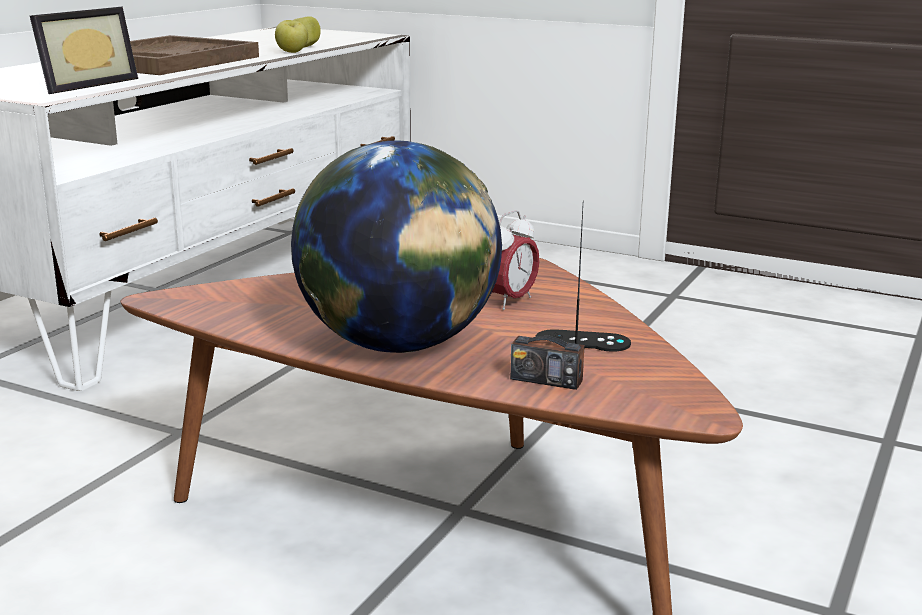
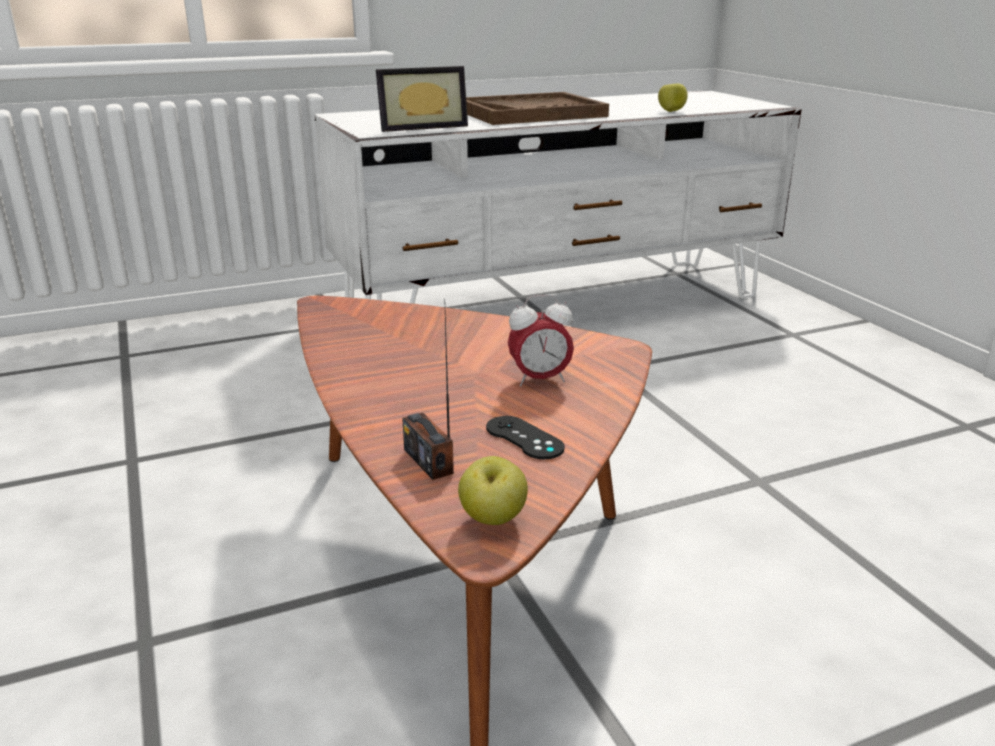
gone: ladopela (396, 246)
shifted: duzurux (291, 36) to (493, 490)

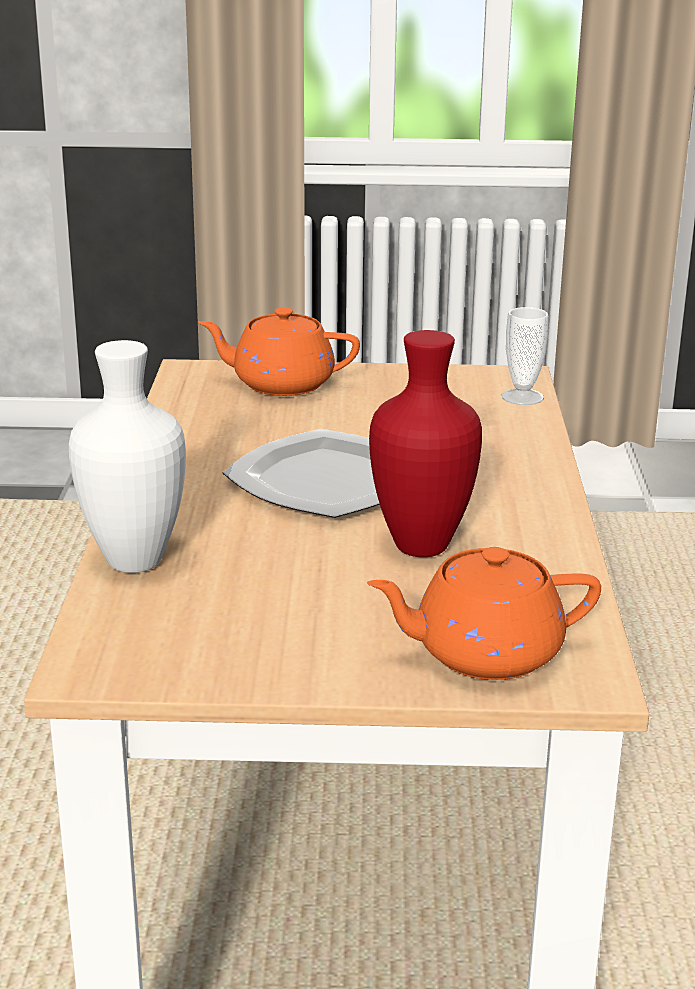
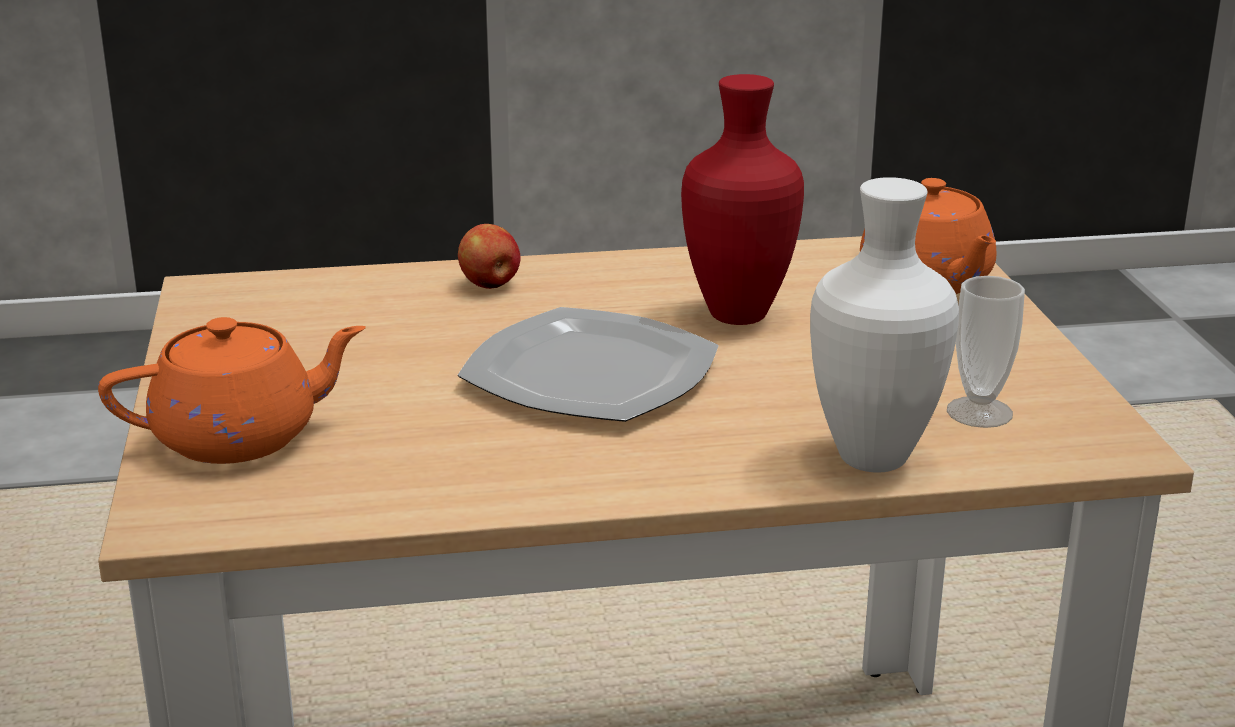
new: duzurux (489, 256)
shifted: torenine (525, 356) to (986, 352)
rotated: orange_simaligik (279, 351) = (232, 390) 105 degrees counterclockwise

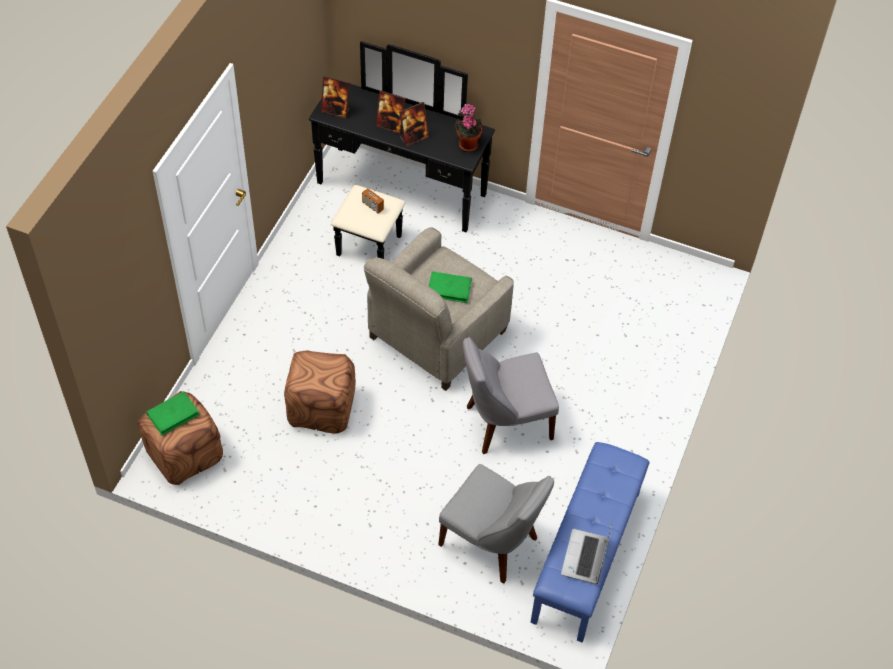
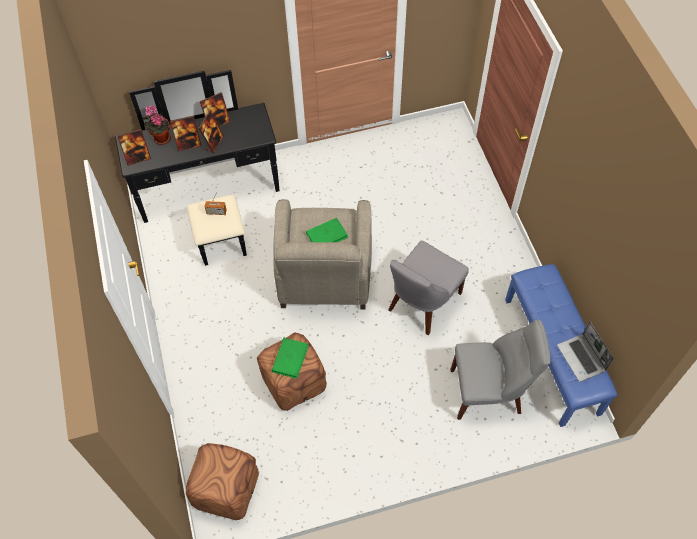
new: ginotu (215, 109)
shifted: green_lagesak (173, 413) to (290, 358); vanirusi (468, 127) to (156, 125)

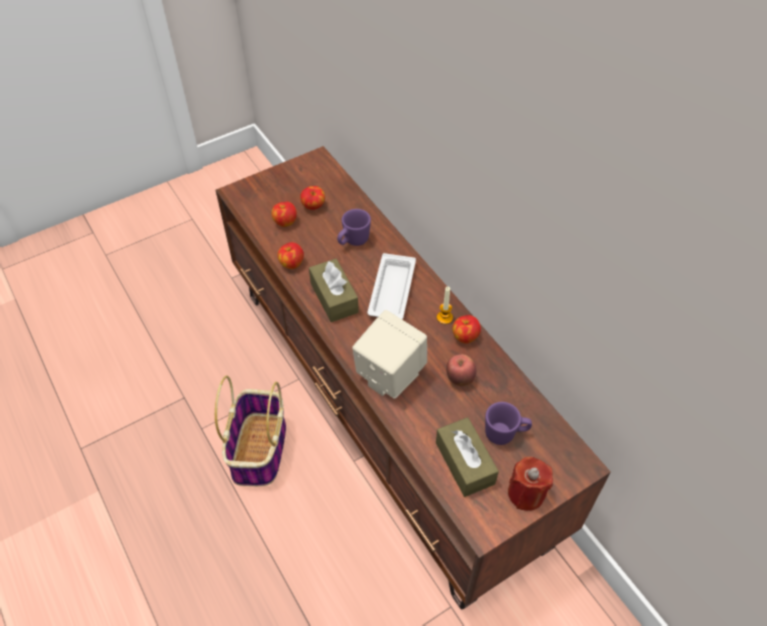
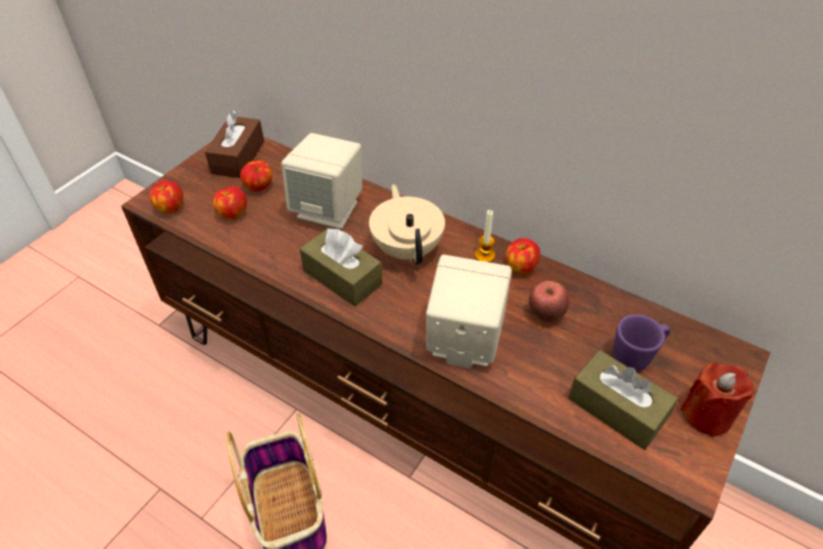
new: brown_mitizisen (234, 144)
shifted: duzurux (290, 255) to (166, 197)
swapped: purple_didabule (354, 227) to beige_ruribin (321, 181); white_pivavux (392, 286) to beige_simaligik (407, 224)

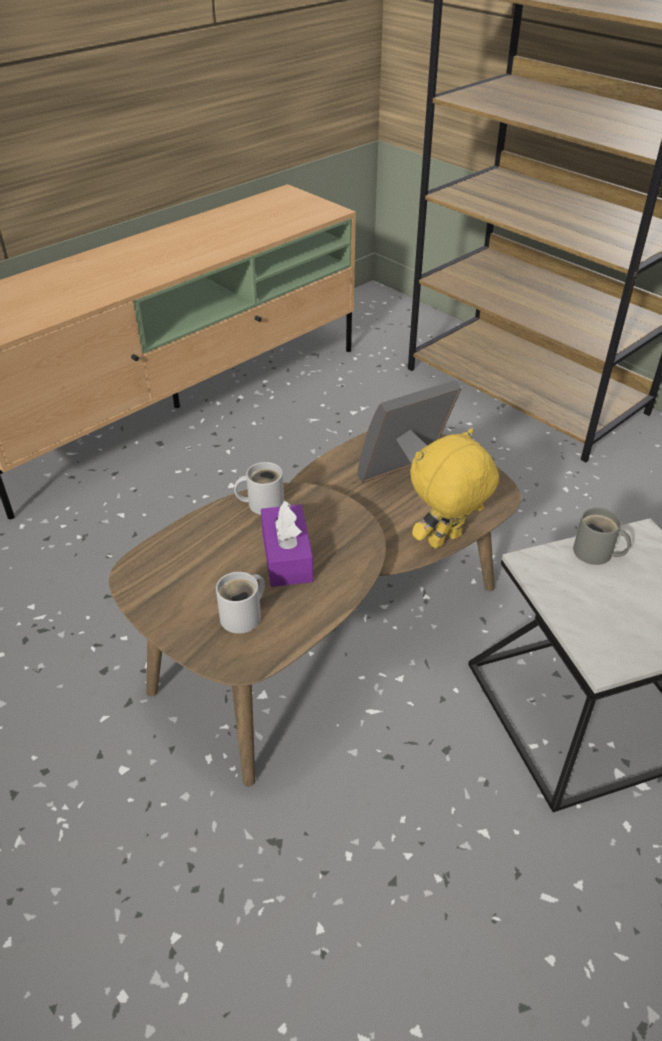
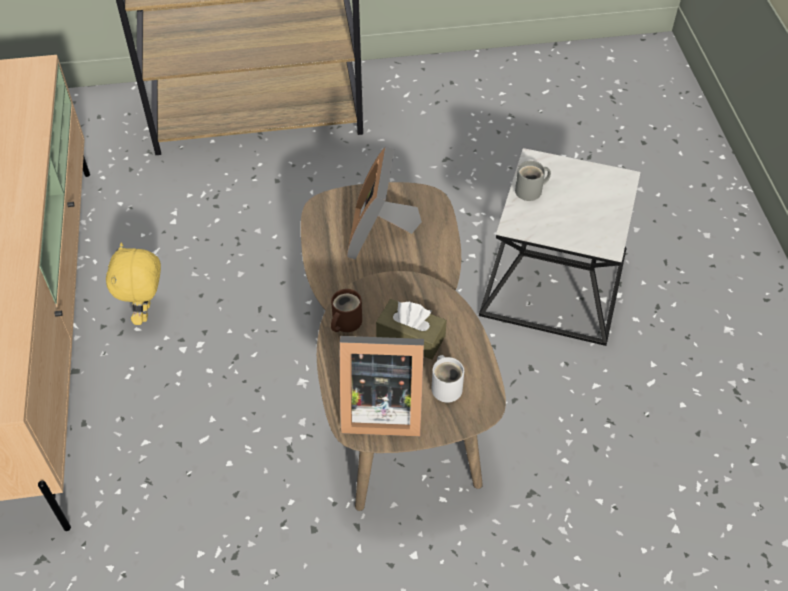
new: ginotu (382, 386)
shifted: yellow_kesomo (454, 488) to (133, 283)
repainted: white_didabule (259, 488) to brown_didabule (346, 310); purple_mitizisen (287, 543) to brown_mitizisen (411, 329)

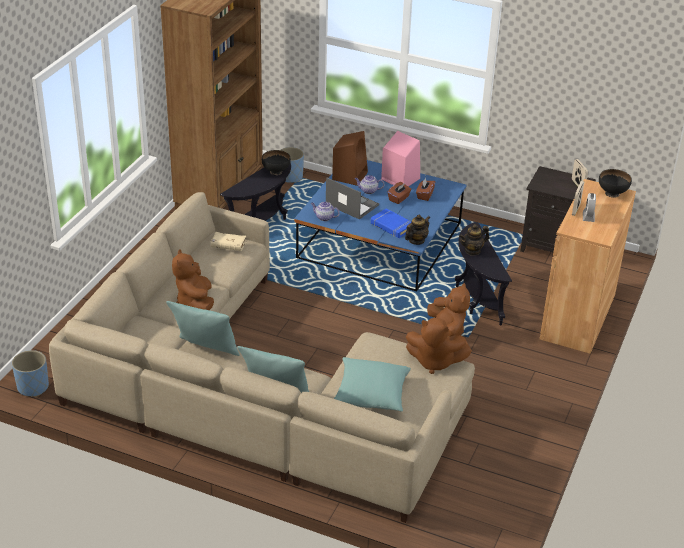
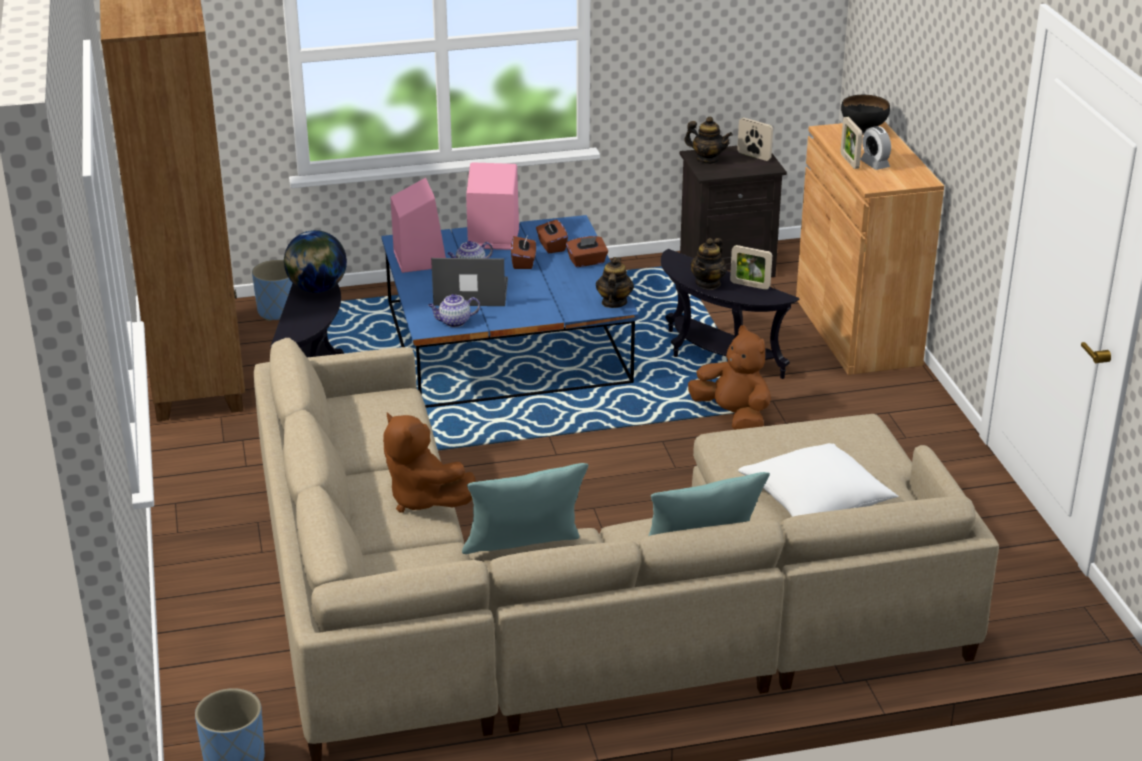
gone: beige_lagesak (228, 241); blue_lagesak (391, 223); brown_kesomo (439, 346)
new: brown_mitizisen (587, 251); simaligik (708, 140); ginotu (751, 267)
swapped: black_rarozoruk (276, 162) to ladopela (315, 261)
repainted: brown_ruribin (350, 158) to pink_ruribin (418, 225); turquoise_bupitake (372, 384) to white_bupitake (818, 480)

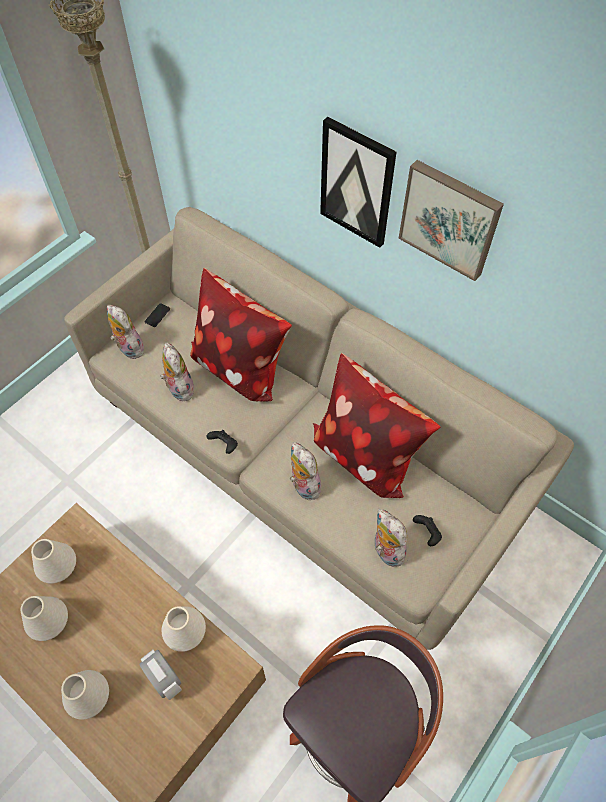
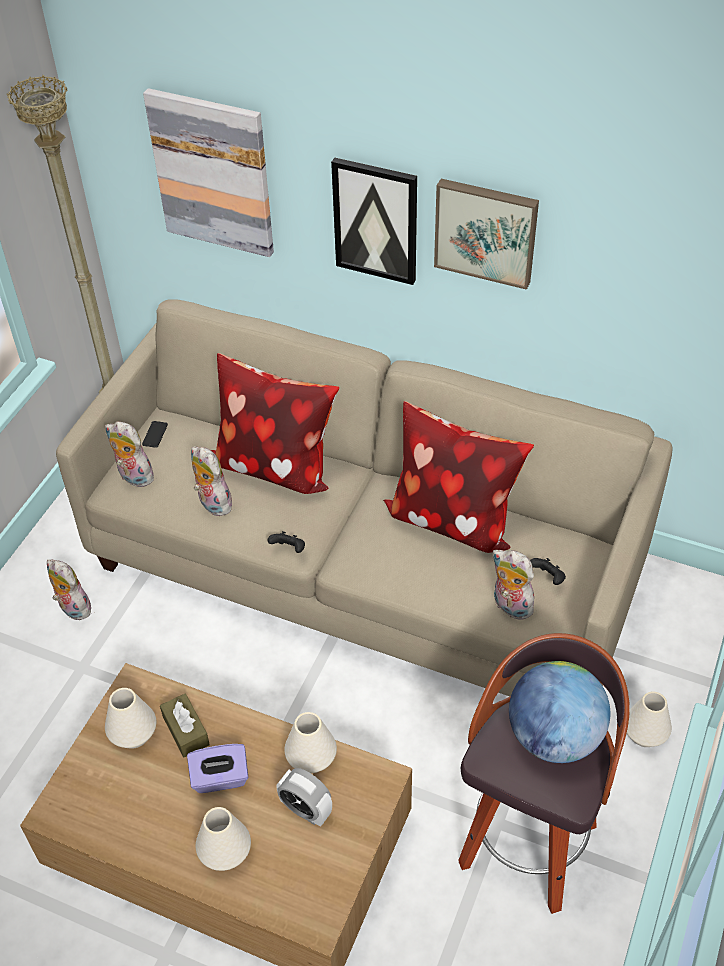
new: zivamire (208, 172); brown_mitizisen (185, 725); purple_mitizisen (217, 768); ladopela (559, 712)
shifted: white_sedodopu (44, 618) to (649, 719); kesomo (305, 471) to (69, 589)

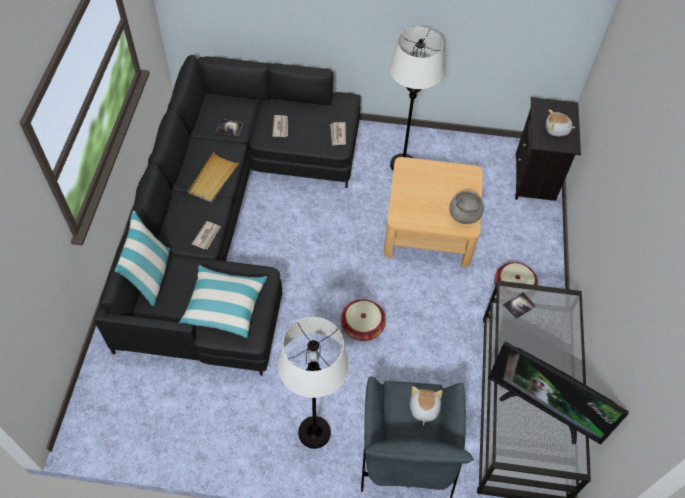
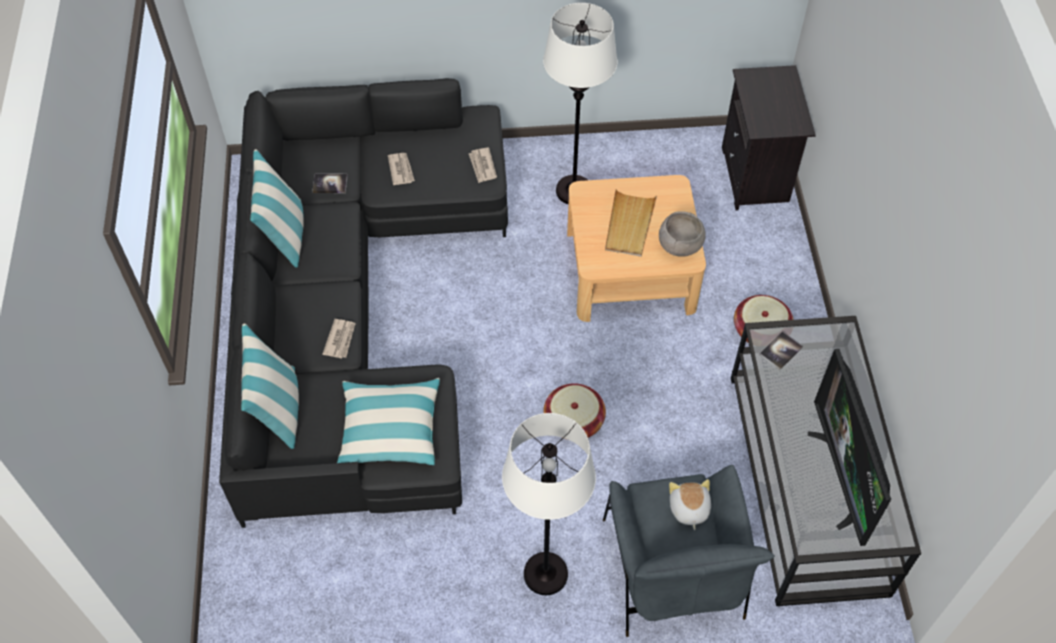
gone: kesomo (560, 122)
new: bupitake (276, 208)
shifted: beige_pivavux (214, 177) to (631, 223)
rotated: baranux (558, 393) = (849, 447) 60 degrees clockwise

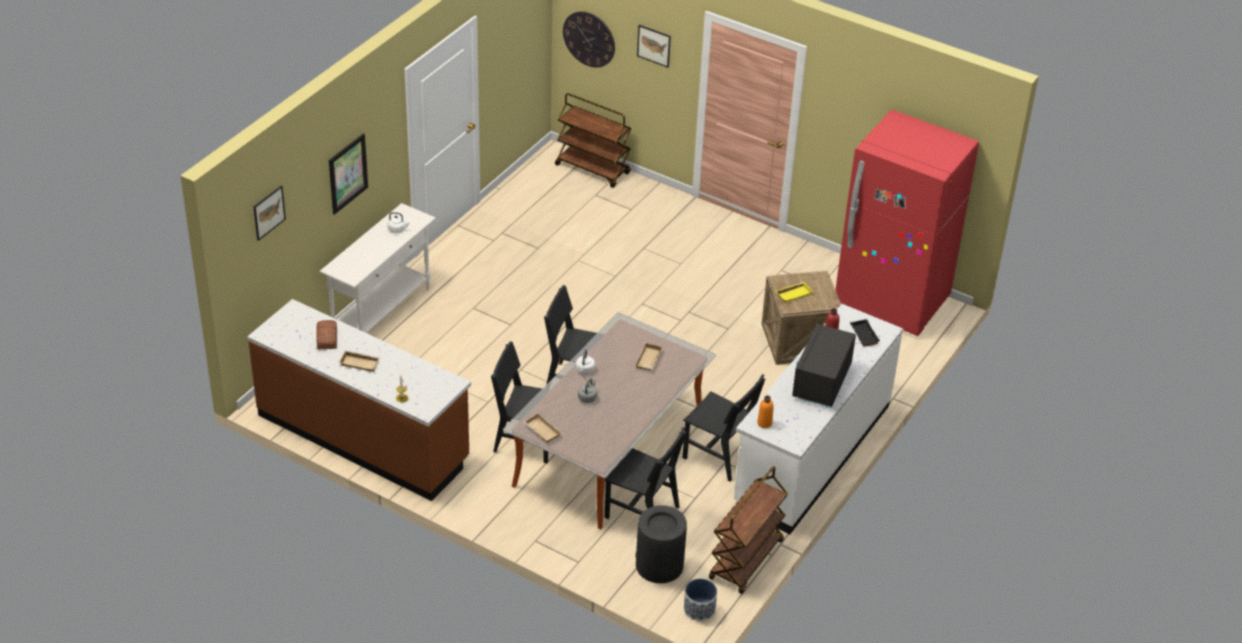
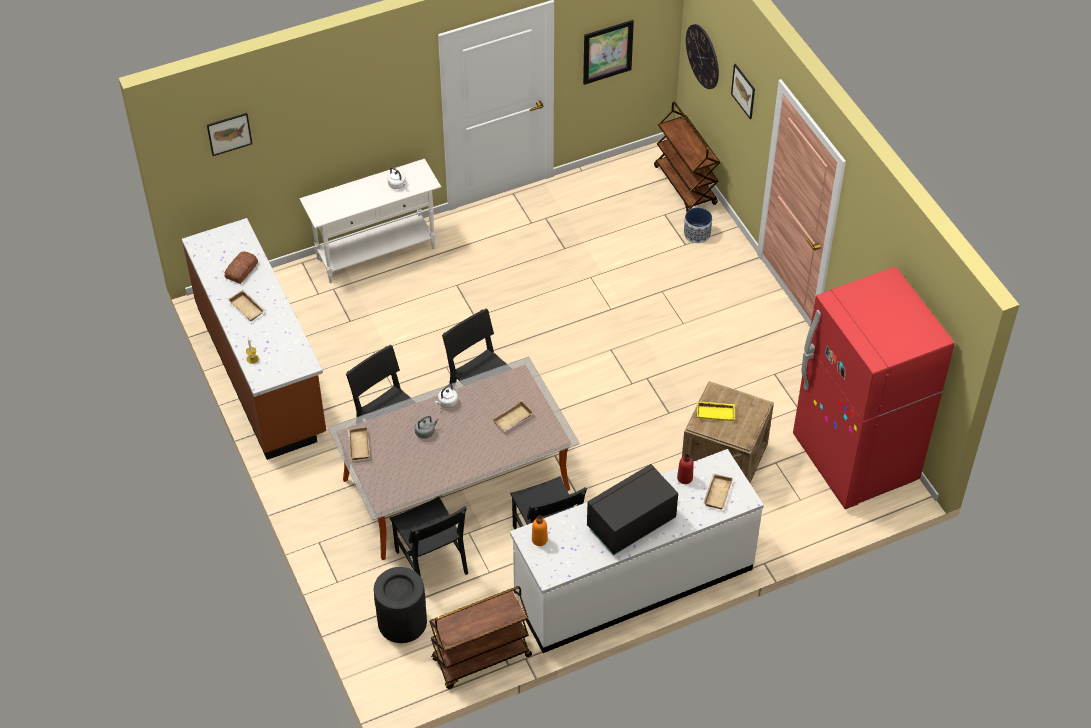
shifted: zivamire (348, 174) to (608, 52); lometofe (700, 600) to (698, 225)
repainted: black_pivavux (865, 333) to beige_pivavux (718, 491)

